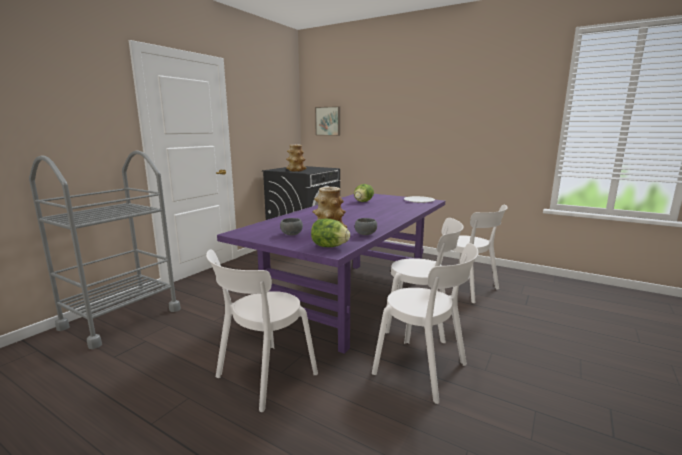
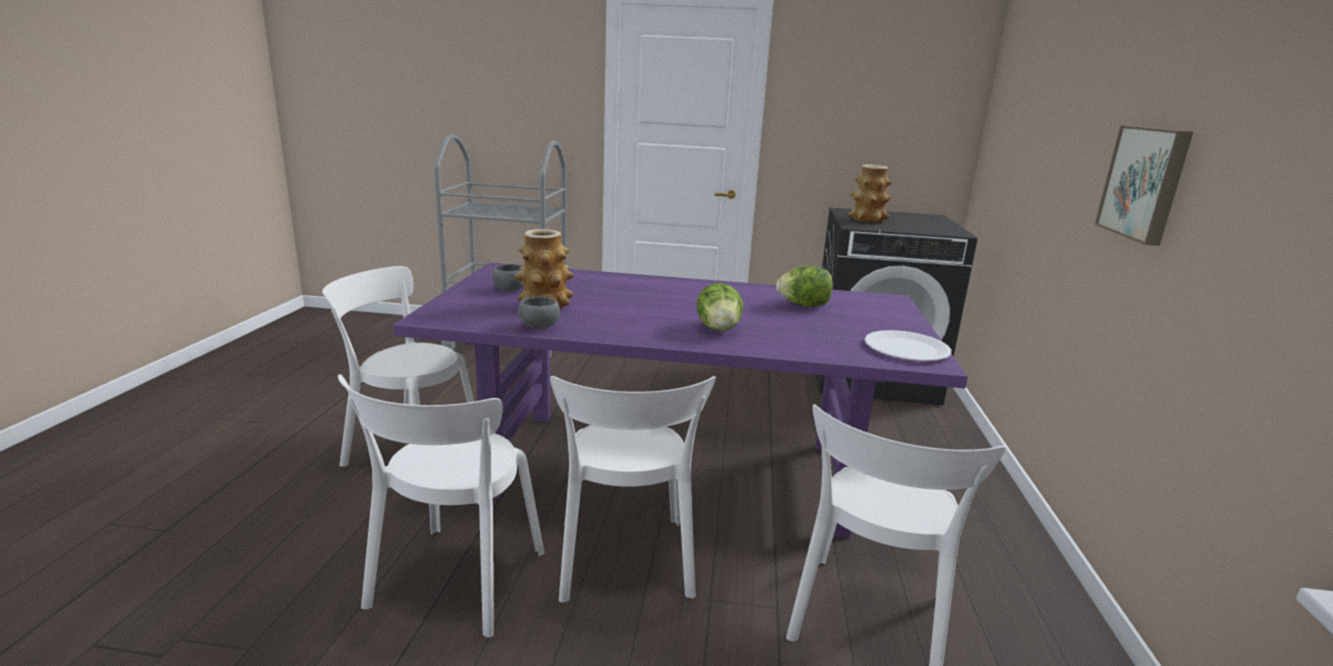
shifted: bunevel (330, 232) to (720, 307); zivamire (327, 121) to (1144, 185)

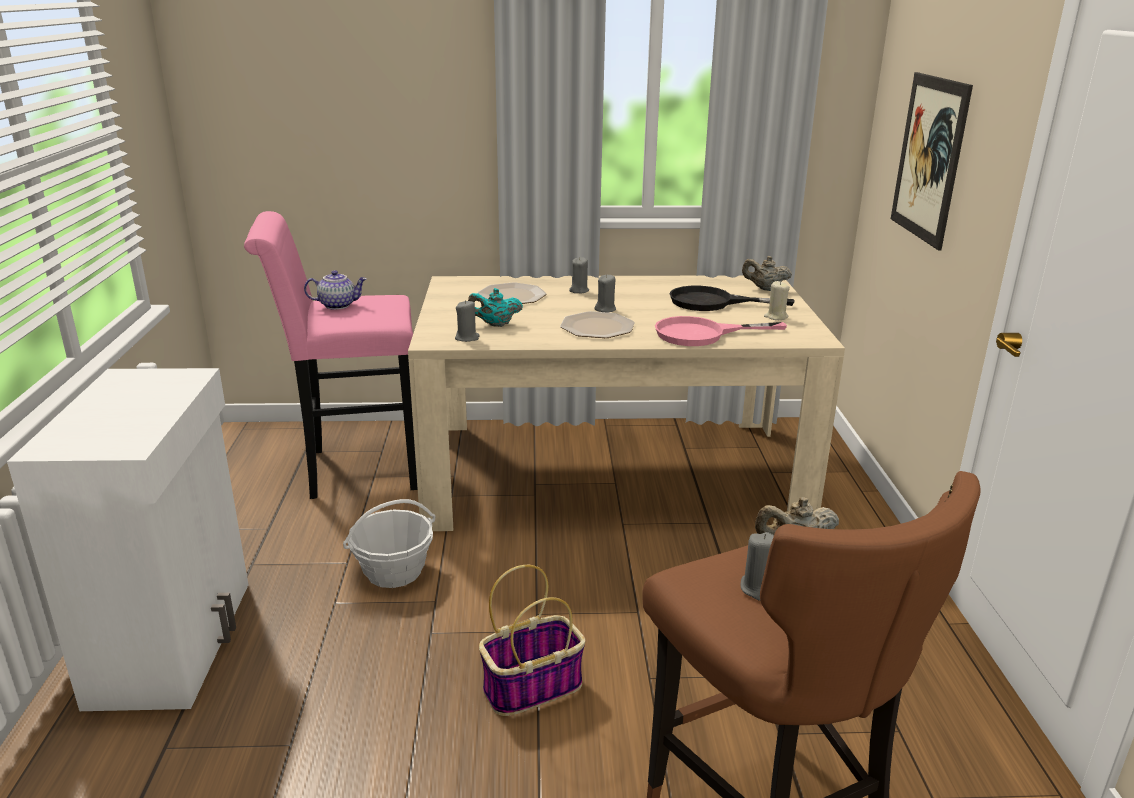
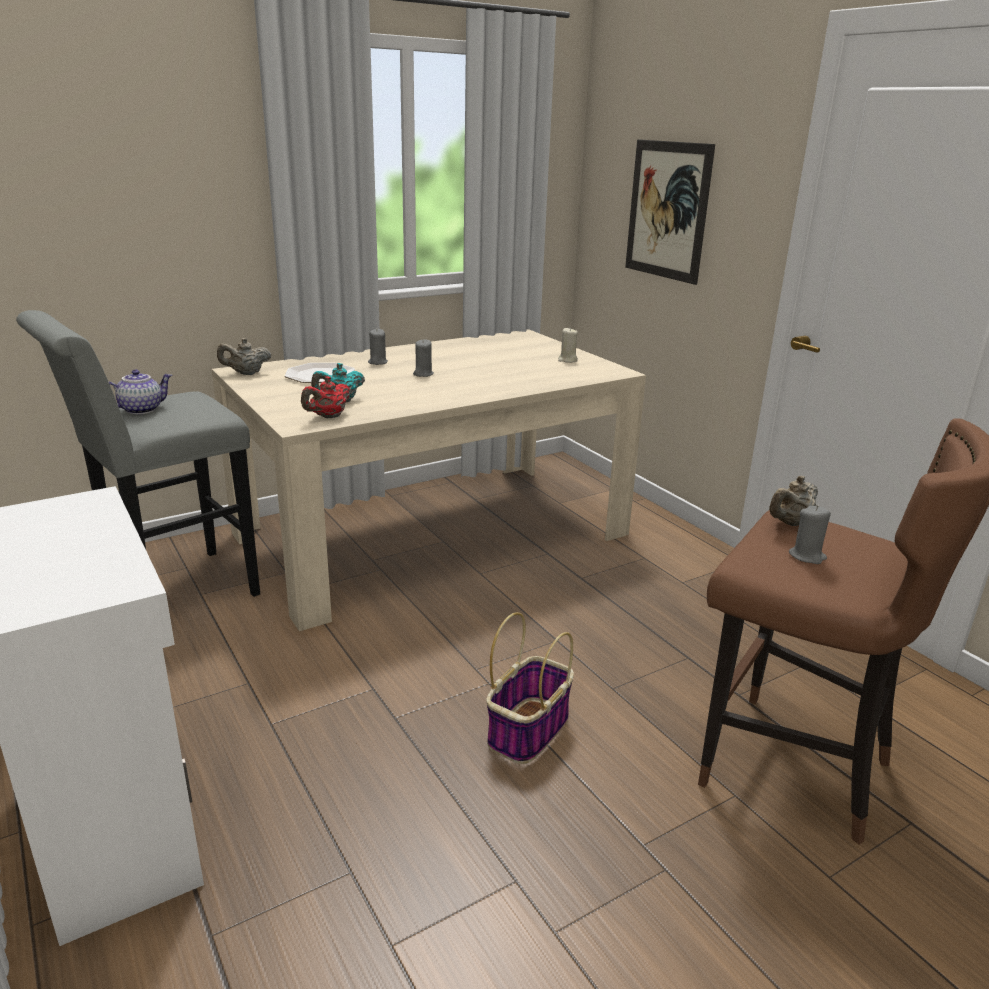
gone: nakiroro (389, 543); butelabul (597, 324); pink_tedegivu (721, 331); black_tedegivu (732, 298)
shifted: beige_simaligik (767, 273) to (244, 356)
swapped: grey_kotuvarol (467, 321) to red_simaligik (326, 397)
repainted: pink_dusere (331, 355) to grey_dusere (138, 453)

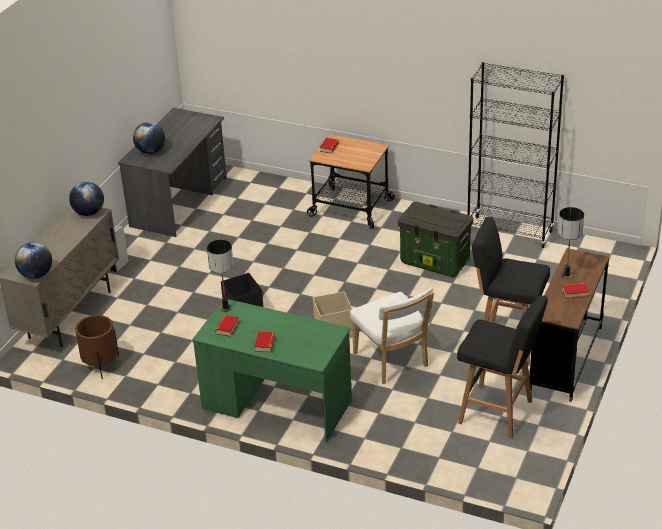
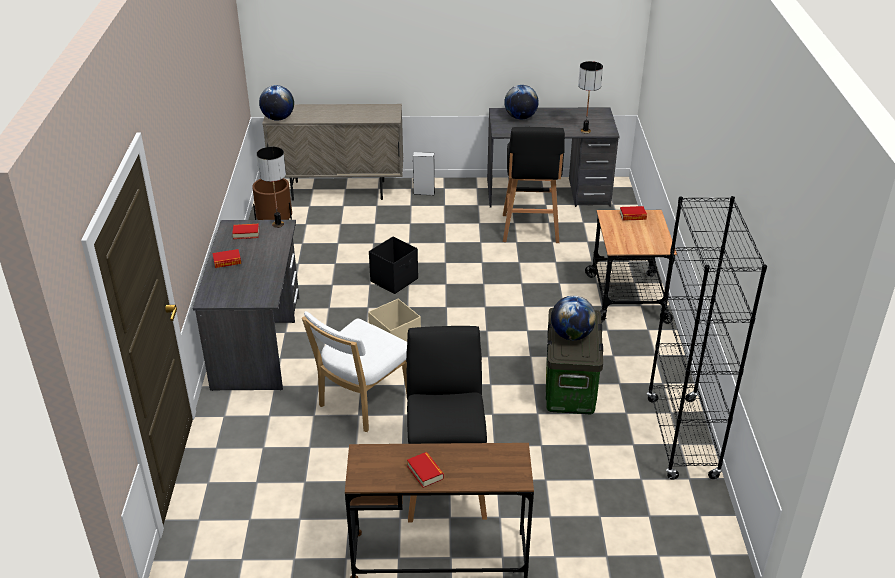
shifted: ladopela (86, 198) to (573, 318); black_dusere (502, 367) to (534, 185); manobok (571, 243) to (590, 97)
repainted: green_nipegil (272, 370) to grey_nipegil (246, 305)

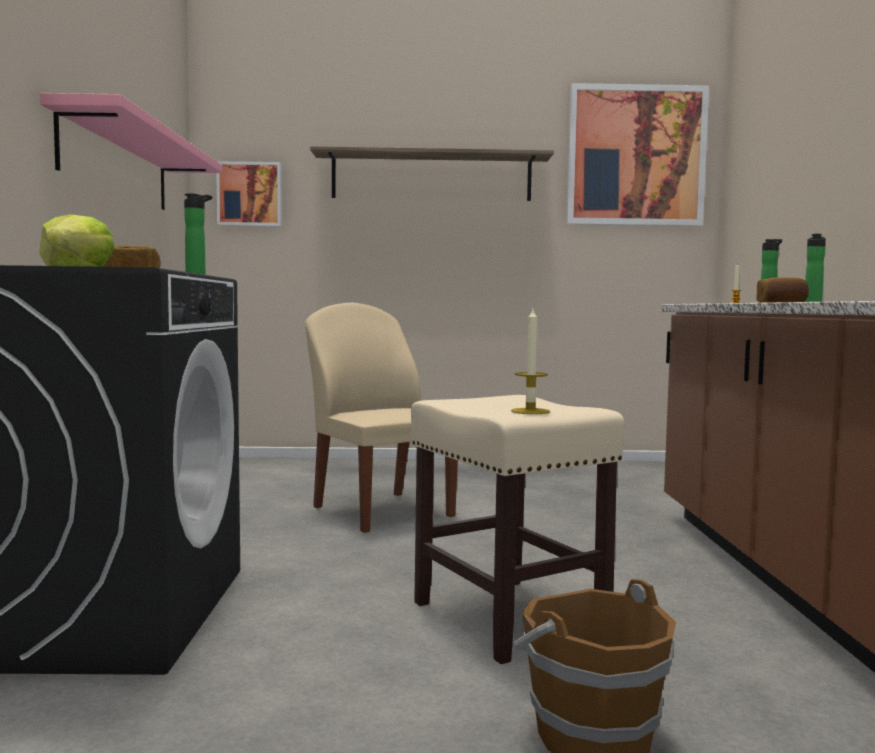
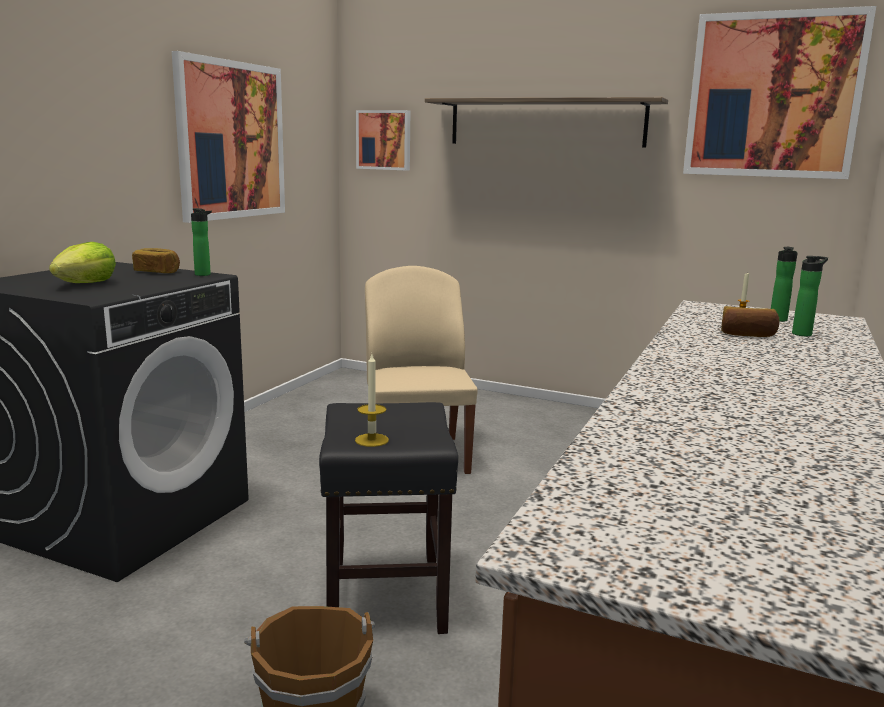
swapped: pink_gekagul (131, 151) to zivamire (228, 137)
repainted: beige_dusere (517, 529) to black_dusere (388, 518)

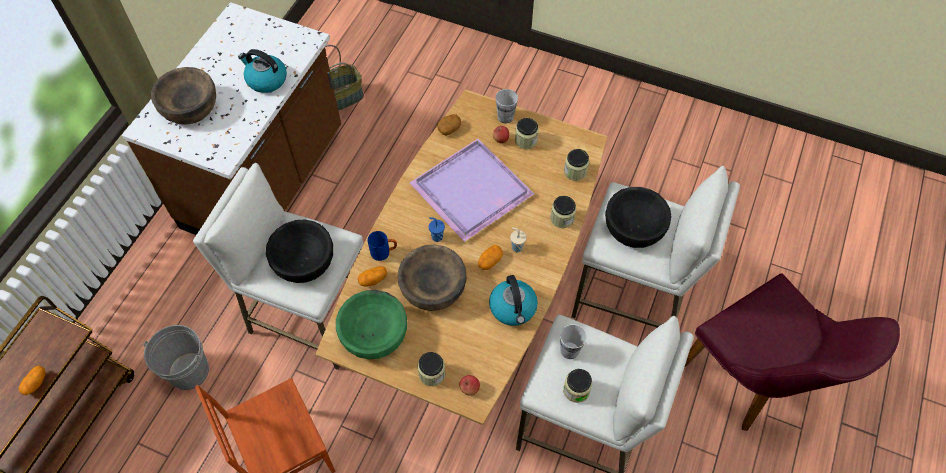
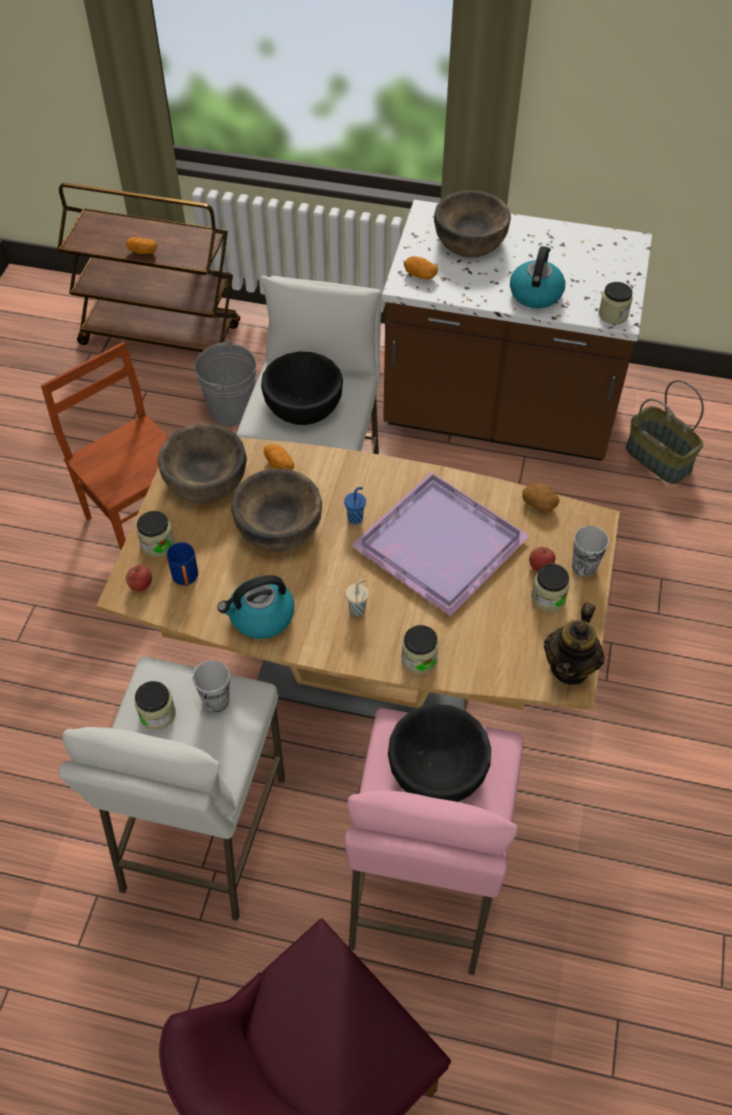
new: simaligik (574, 643)
shifted: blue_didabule (382, 246) to (182, 564); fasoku (490, 257) to (421, 268); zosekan (576, 165) to (615, 303)
repainted: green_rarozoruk (371, 324) to brown_rarozoruk (202, 463); white_dusere (656, 246) to pink_dusere (434, 841)

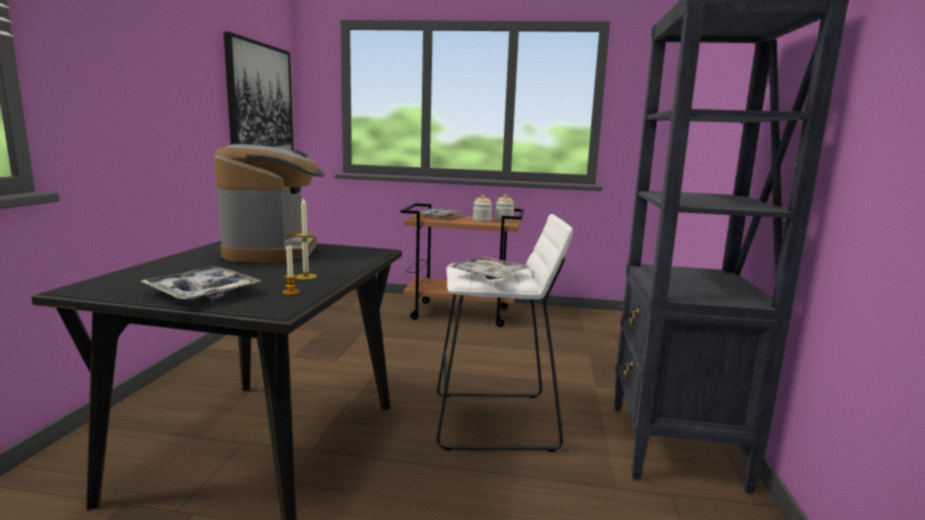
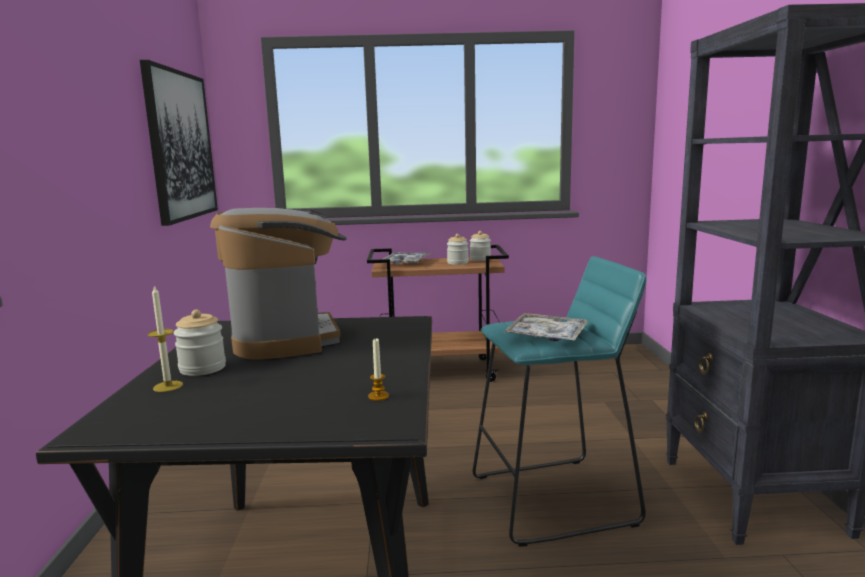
gone: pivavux (200, 283)
new: zosekan (200, 343)
shifted: kotuvarol (306, 238) to (165, 338)
repainted: white_dusere (505, 333) to turquoise_dusere (559, 401)

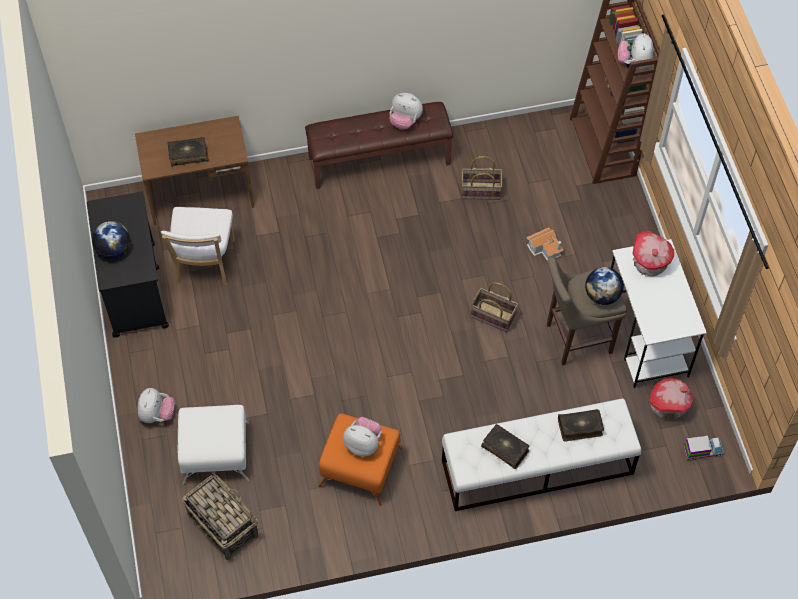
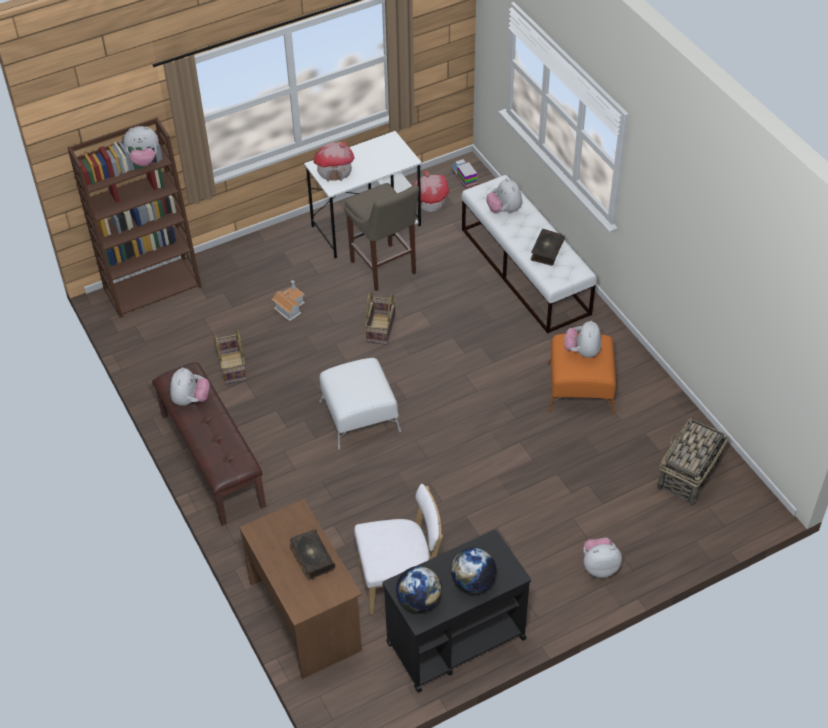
shifted: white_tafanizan (213, 445) to (360, 404); ladopela (604, 286) to (419, 589)
swapped: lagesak (581, 425) to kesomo (504, 195)

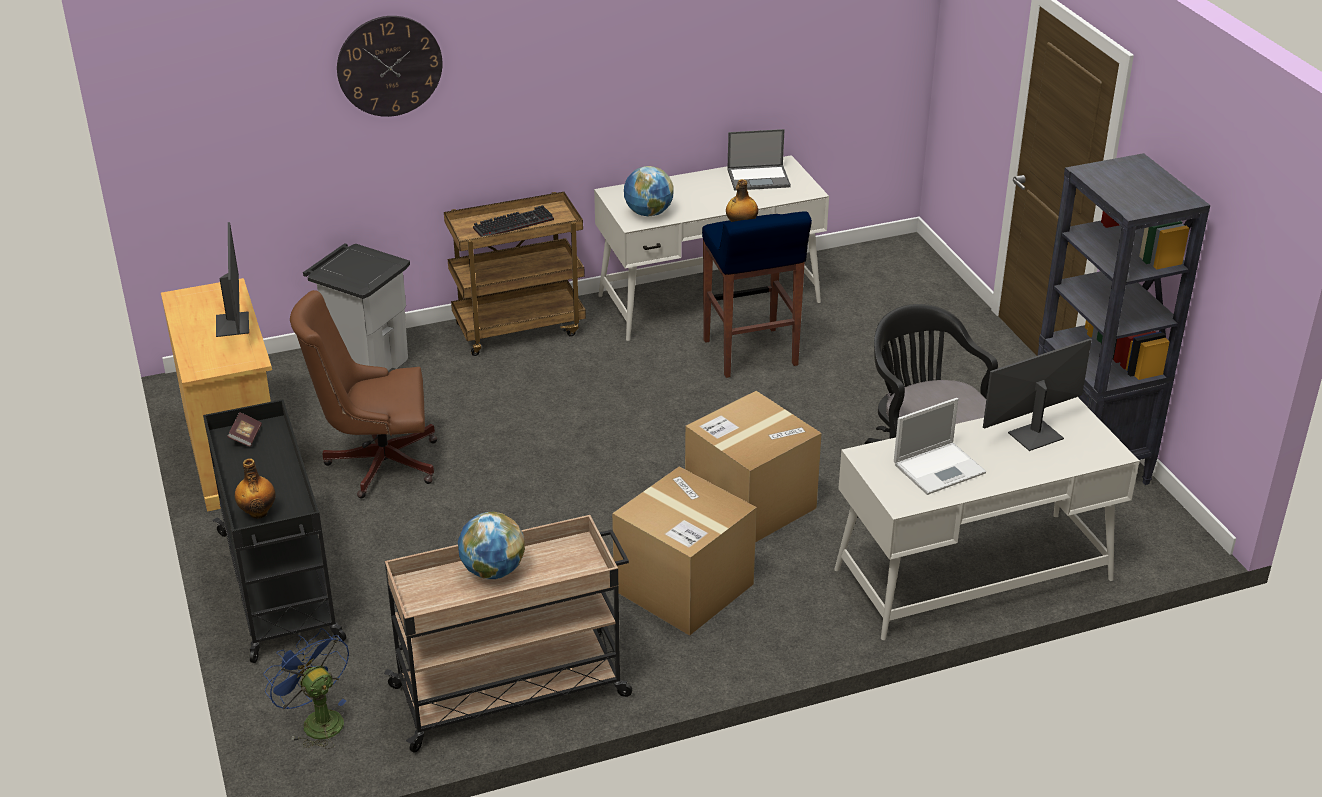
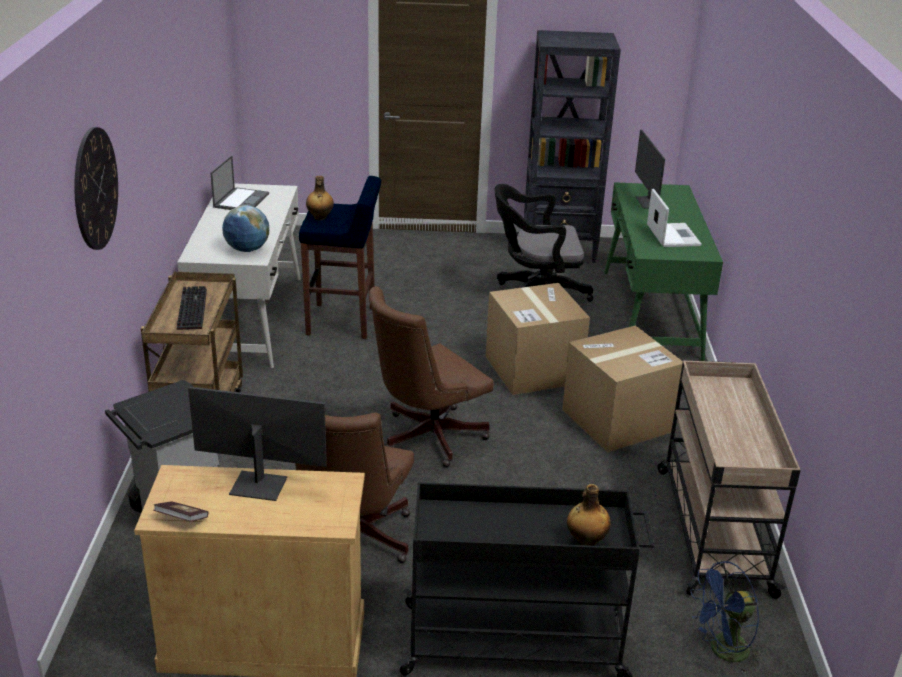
gone: ladopela (491, 545)
new: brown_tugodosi (430, 377)
shifted: lagesak (245, 429) to (181, 512)
repainted: white_nipegil (986, 518) to green_nipegil (663, 271)

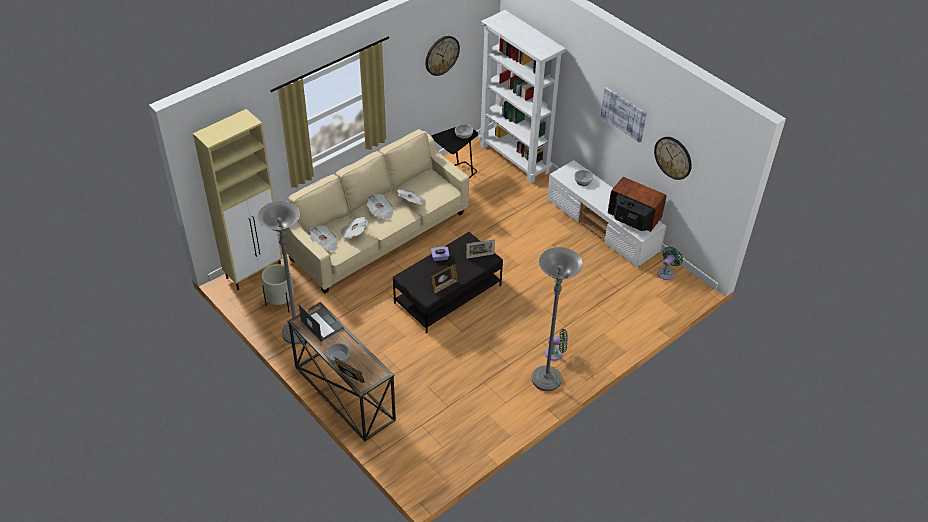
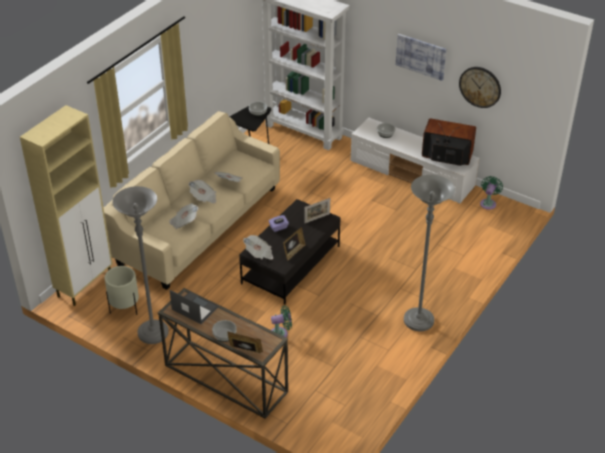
gone: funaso (443, 56)
shifted: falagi (324, 238) to (258, 247); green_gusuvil (556, 345) to (281, 321)

